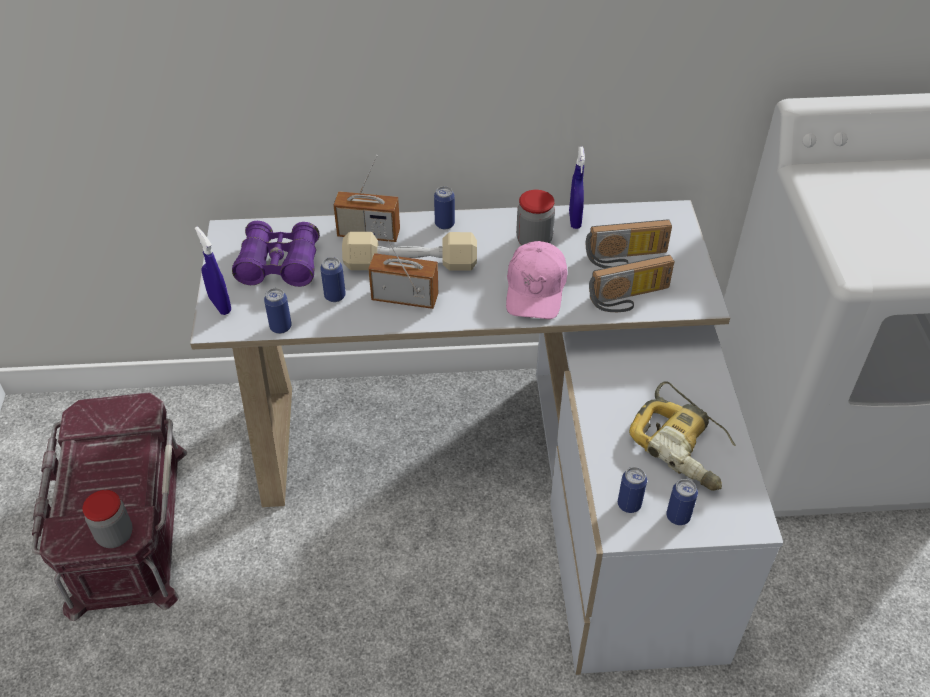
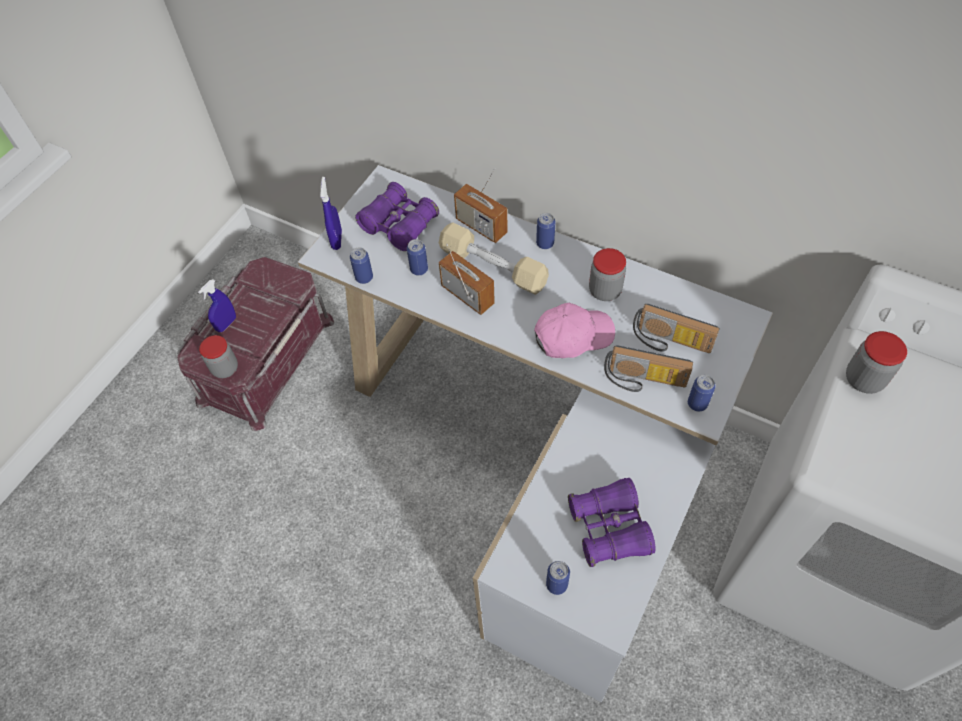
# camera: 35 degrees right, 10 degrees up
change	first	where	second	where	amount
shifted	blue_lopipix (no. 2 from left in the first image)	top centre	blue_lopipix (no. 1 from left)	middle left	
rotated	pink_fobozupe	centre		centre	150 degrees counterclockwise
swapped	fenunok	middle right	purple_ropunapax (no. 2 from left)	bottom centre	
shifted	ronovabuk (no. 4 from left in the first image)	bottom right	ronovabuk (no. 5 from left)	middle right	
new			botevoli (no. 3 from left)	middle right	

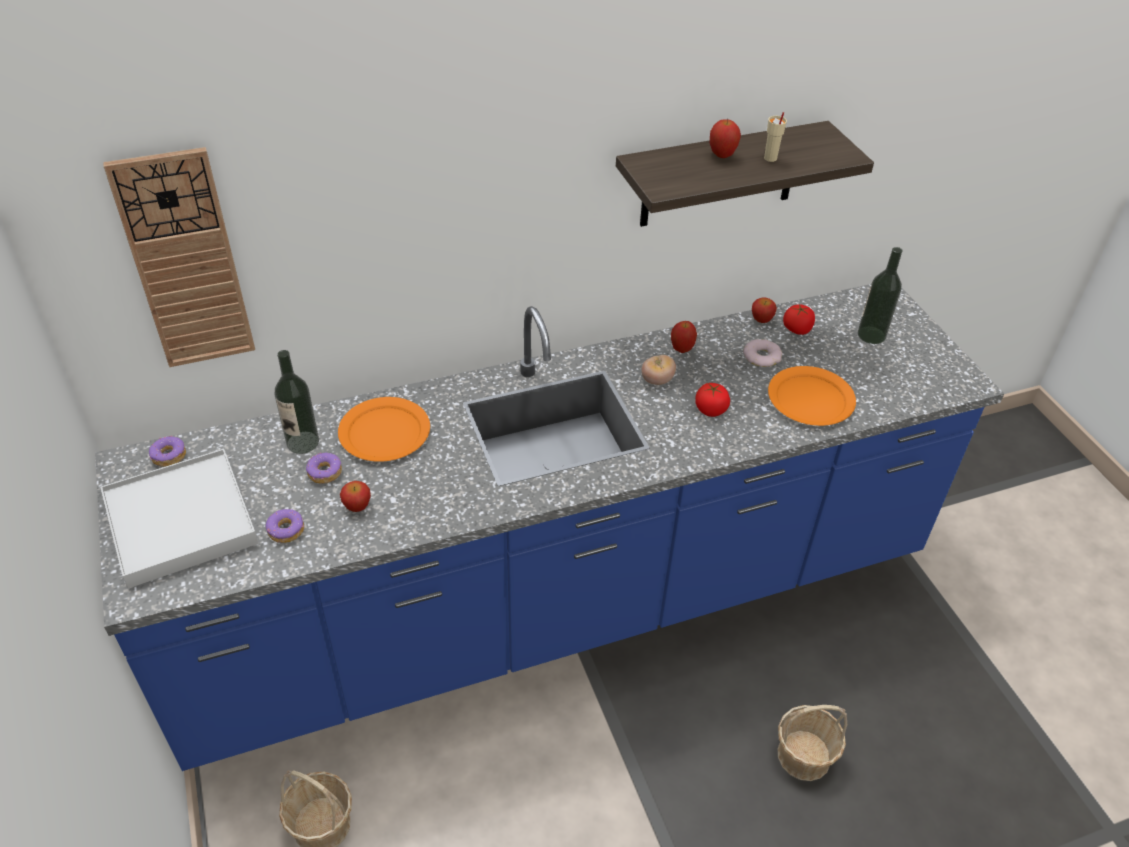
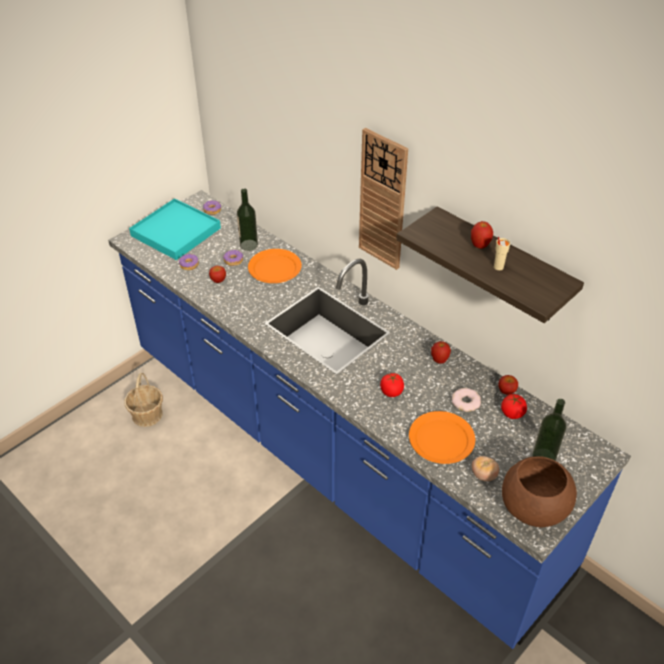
# camera: 65 degrees right, 0 degrees up
change	first	where	second	where	amount
shifted	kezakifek	top left		top centre	
shifted	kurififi (no. 1 from left in the first image)	centre	kurififi (no. 2 from left)	bottom right	
repainted	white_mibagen	middle left	turquoise_mibagen	middle left	
gone	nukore (no. 2 from left)	bottom right			
new			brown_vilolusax	bottom right	

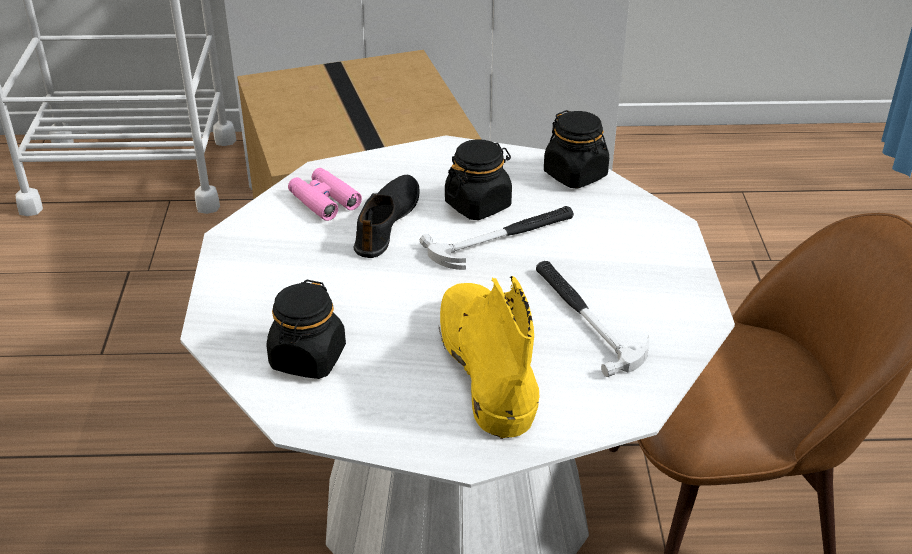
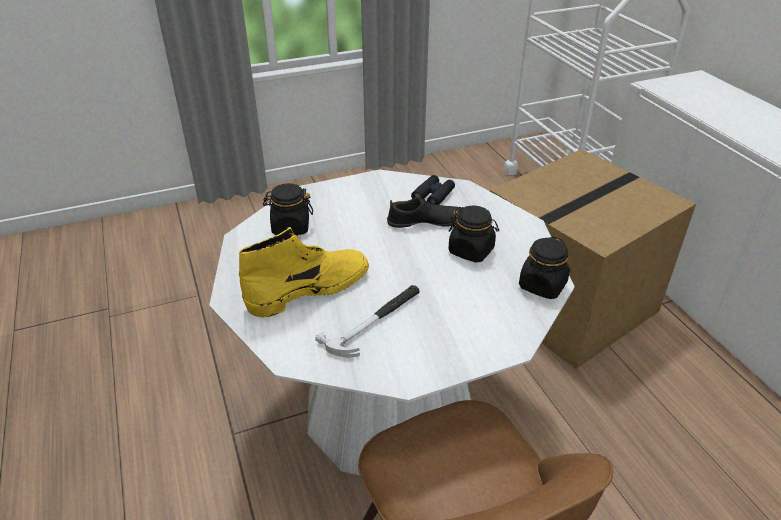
# camera: 70 degrees right, 0 degrees up
change	first	where	second	where	amount
repainted	pink_ropunapax	centre	black_ropunapax	centre	
gone	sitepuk (no. 1 from left)	centre			

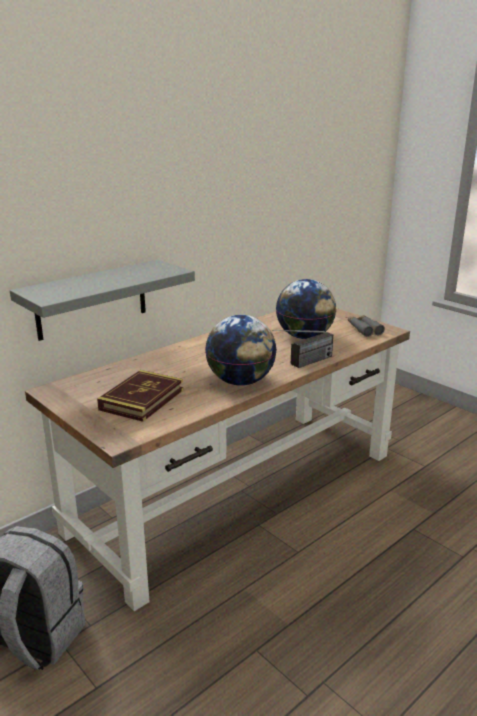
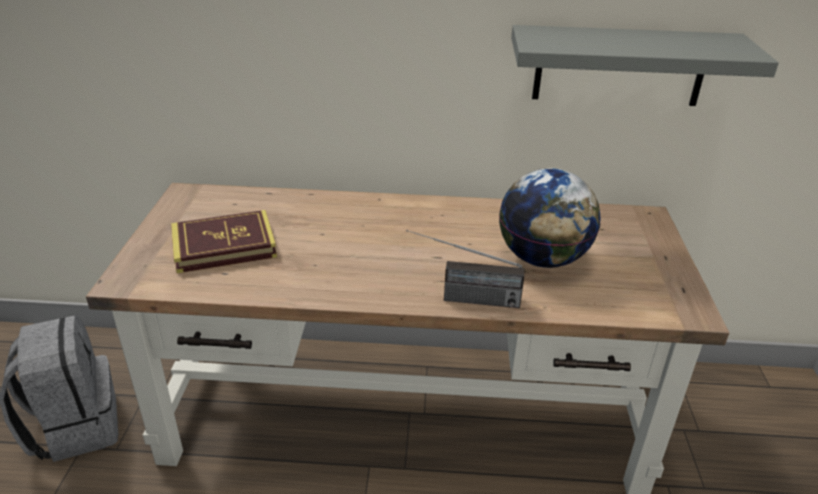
# camera: 45 degrees right, 10 degrees up
change	first	where	second	where	amount
shifted	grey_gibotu	middle left		top right	
gone	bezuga (no. 1 from left)	centre			
gone	grey_ropunapax	middle right			

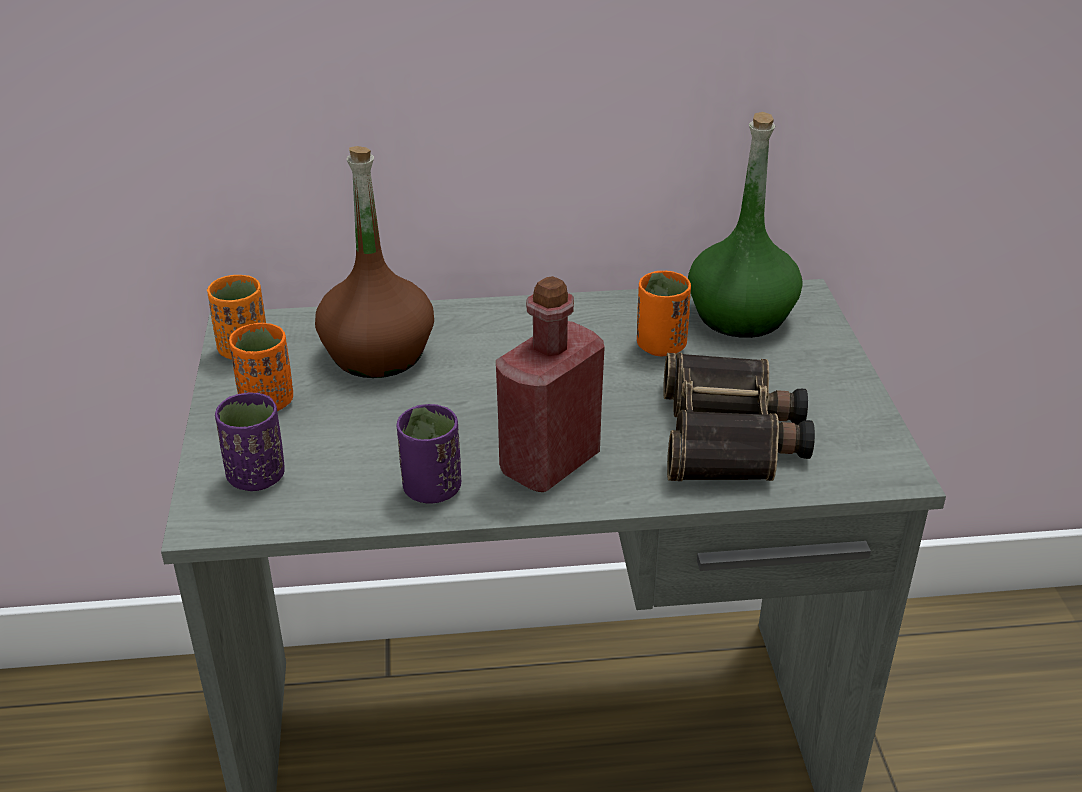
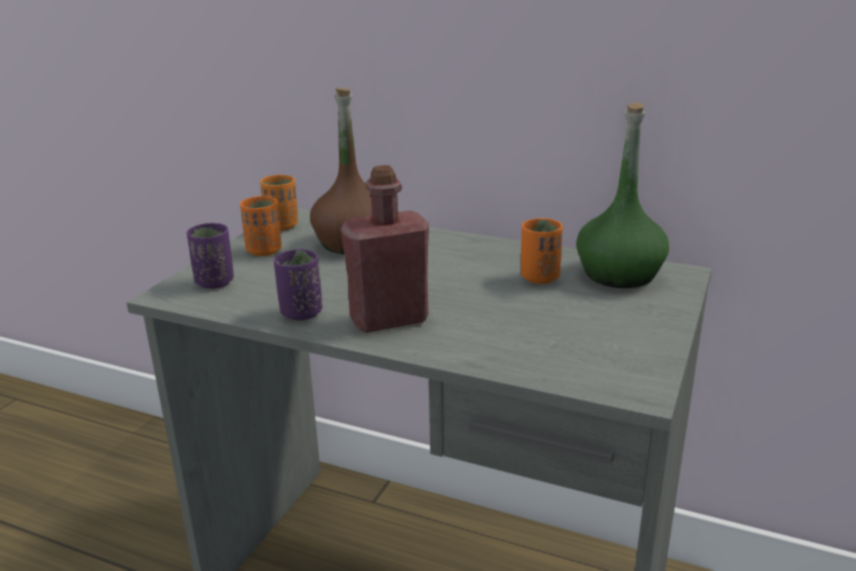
# camera: 30 degrees right, 10 degrees down
change	first	where	second	where	amount
gone	ropunapax	middle right			

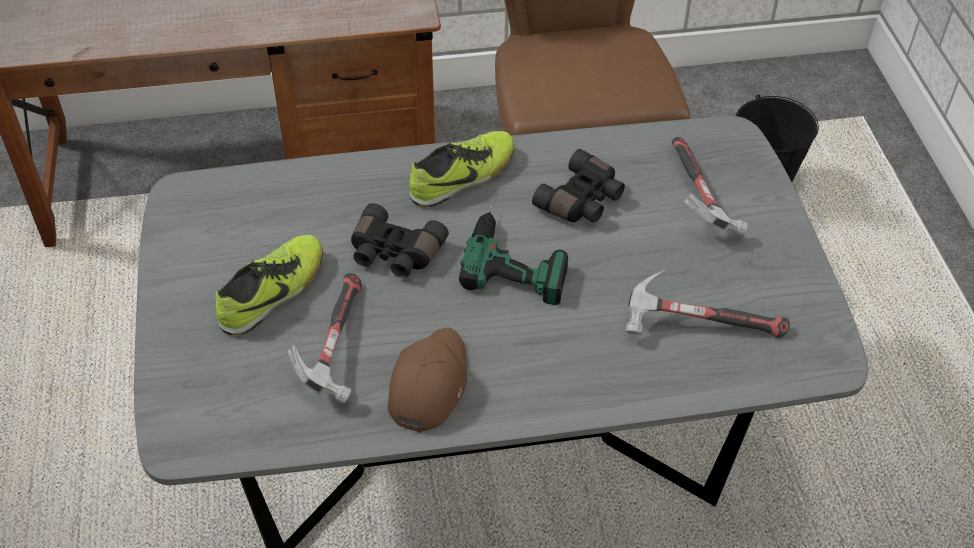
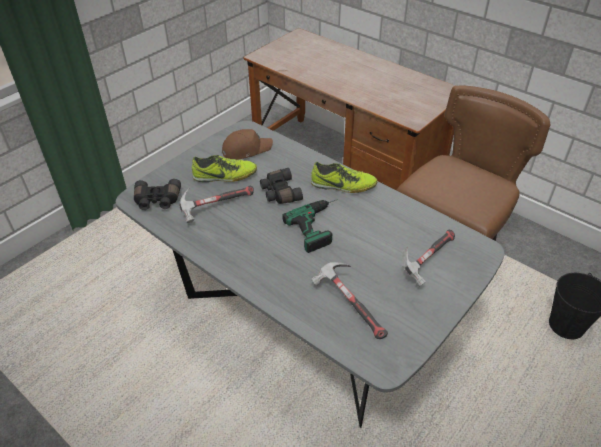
# camera: 50 degrees right, 5 degrees down
change	first	where	second	where	amount
shifted	black_ropunapax (no. 2 from left in the first image)	centre	black_ropunapax (no. 1 from left)	middle left	
shifted	brown_fobozupe	bottom centre		top centre	

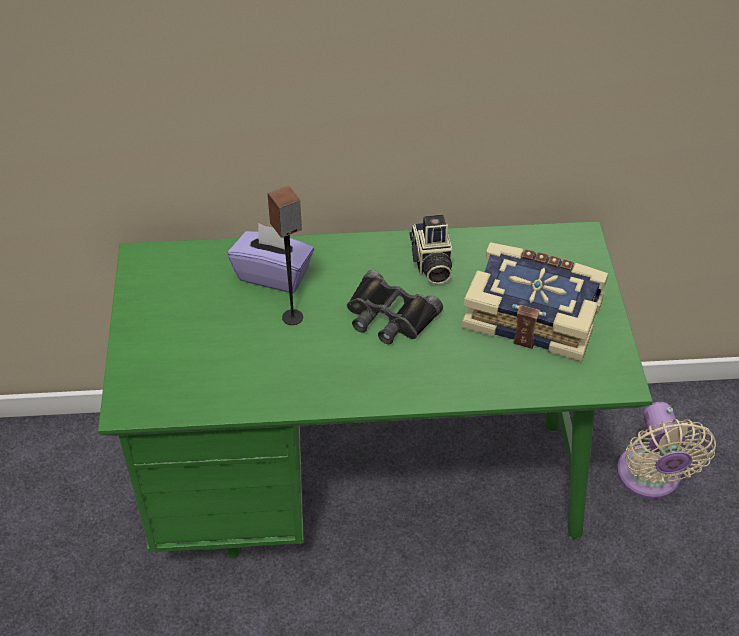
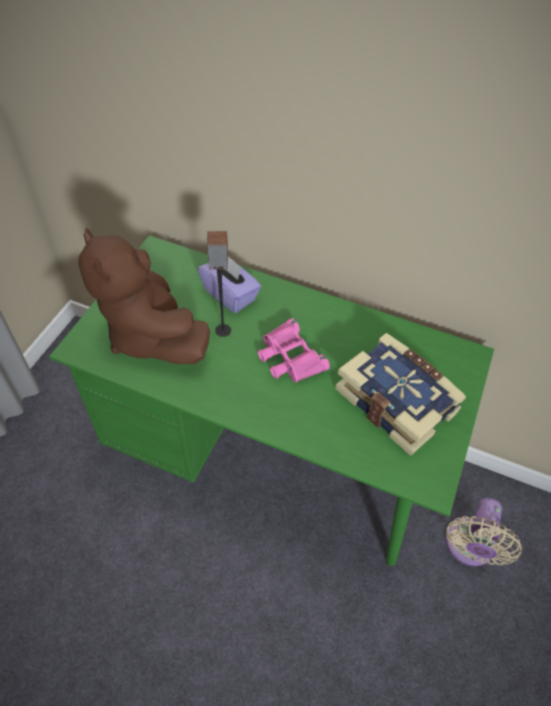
# camera: 25 degrees right, 5 degrees up
change	first	where	second	where	amount
gone	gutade	centre			
repainted	black_ropunapax	centre	pink_ropunapax	centre	
new			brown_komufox	middle left	

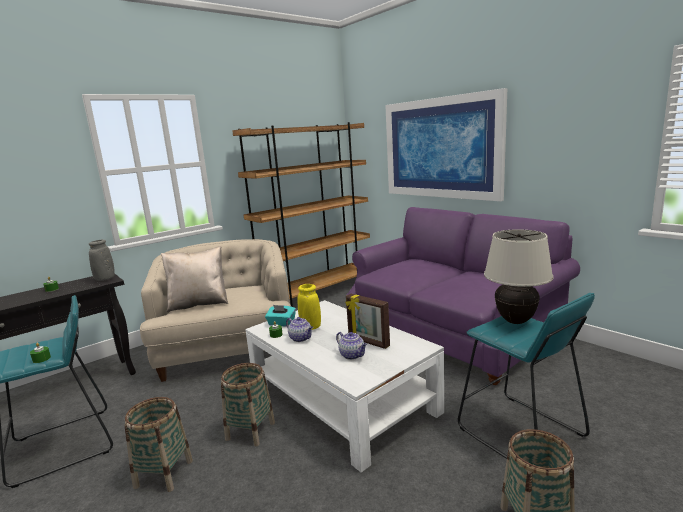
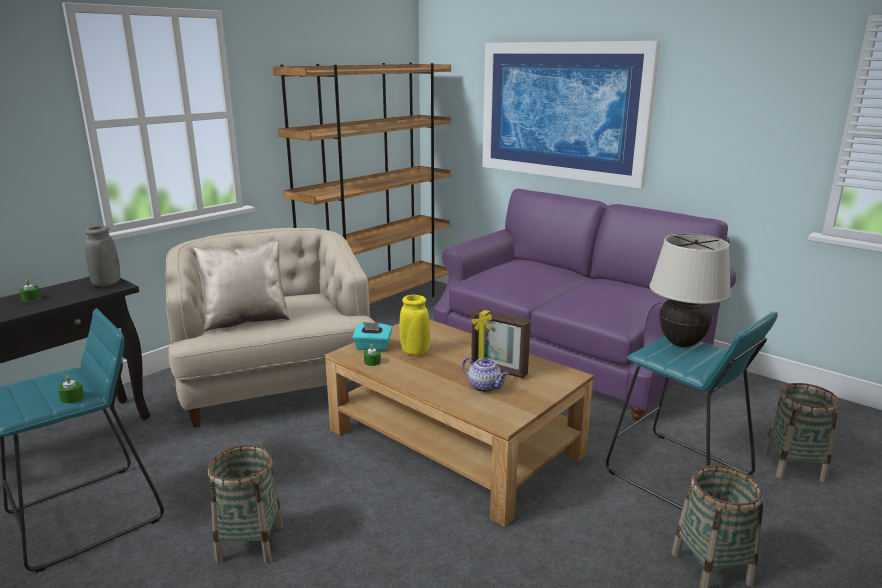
# camera: 10 degrees left, 5 degrees up
change	first	where	second	where	amount
repainted	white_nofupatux	bottom centre	brown_nofupatux	bottom centre	
gone	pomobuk (no. 1 from left)	centre			
shifted	nukore (no. 2 from left in the first image)	bottom centre	nukore (no. 3 from left)	bottom right	

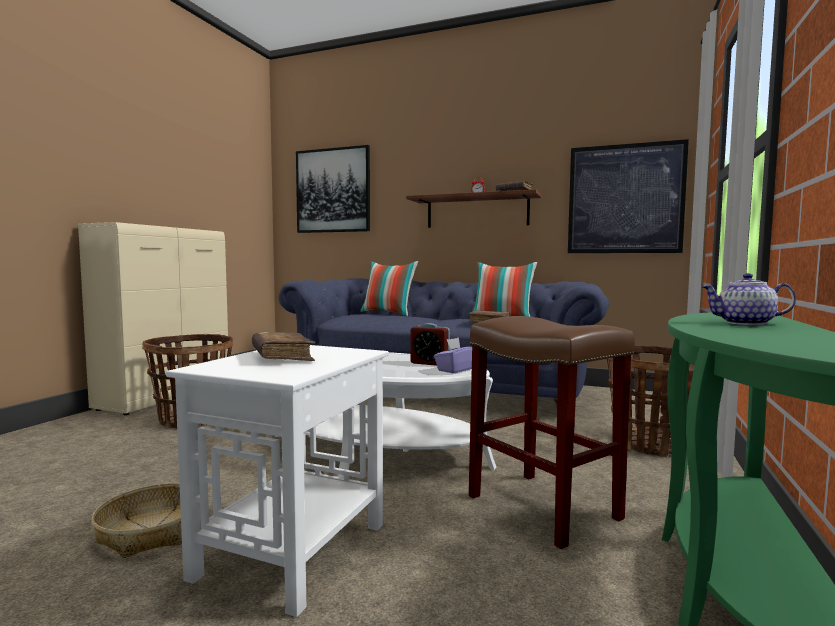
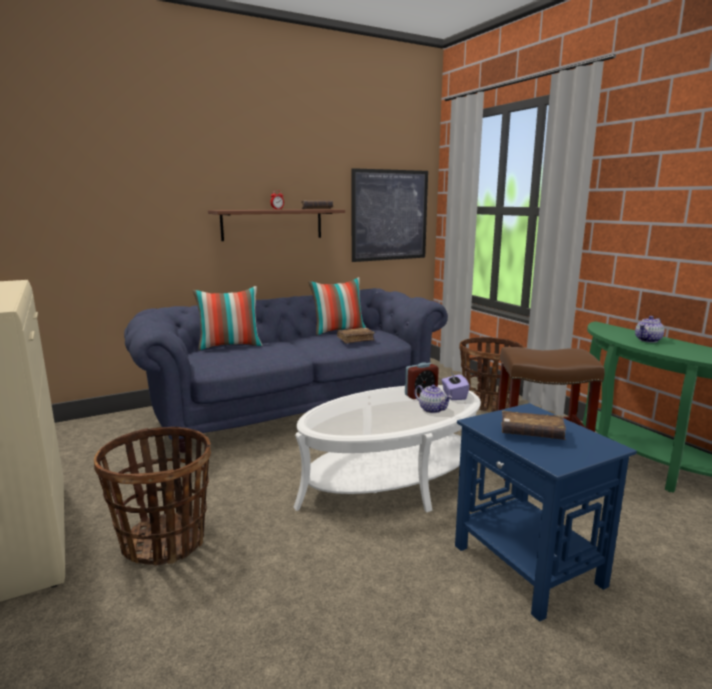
# camera: 50 degrees left, 10 degrees up
change	first	where	second	where	amount
gone	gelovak (no. 1 from left)	top centre			
repainted	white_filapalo	bottom left	blue_filapalo	bottom right	
gone	nukore (no. 1 from left)	bottom left			
new			pomobuk (no. 1 from left)	centre	

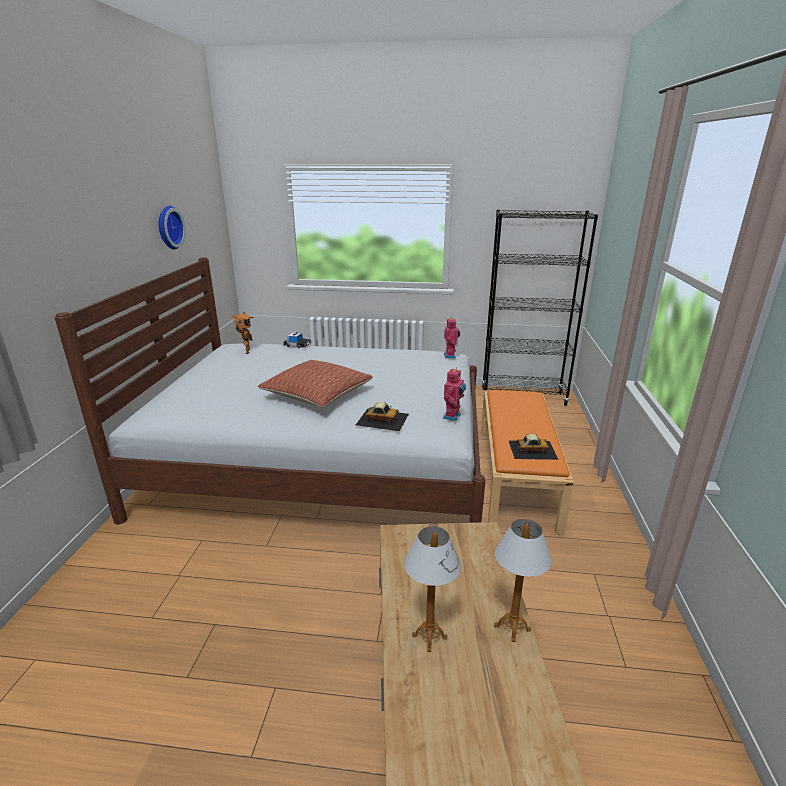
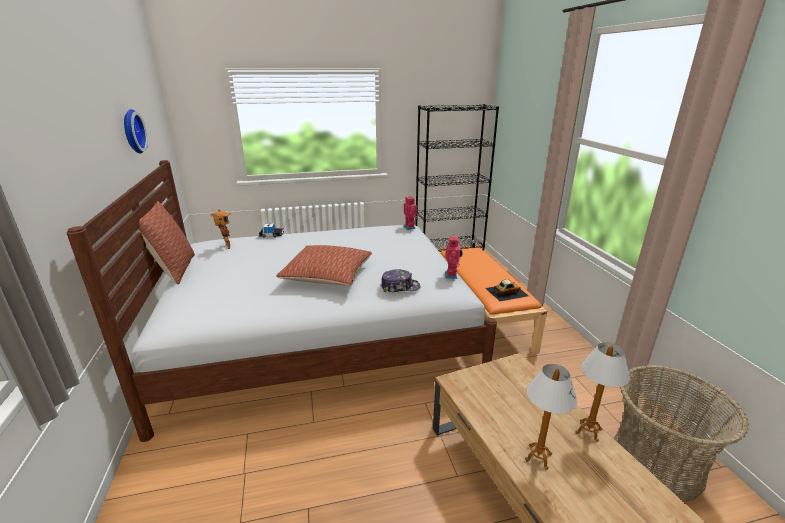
# camera: 20 degrees left, 0 degrees up
change	first	where	second	where	amount
swapped	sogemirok (no. 2 from left)	centre	fobozupe	centre	
new			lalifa (no. 1 from left)	middle left	
new			nukore	bottom right	

